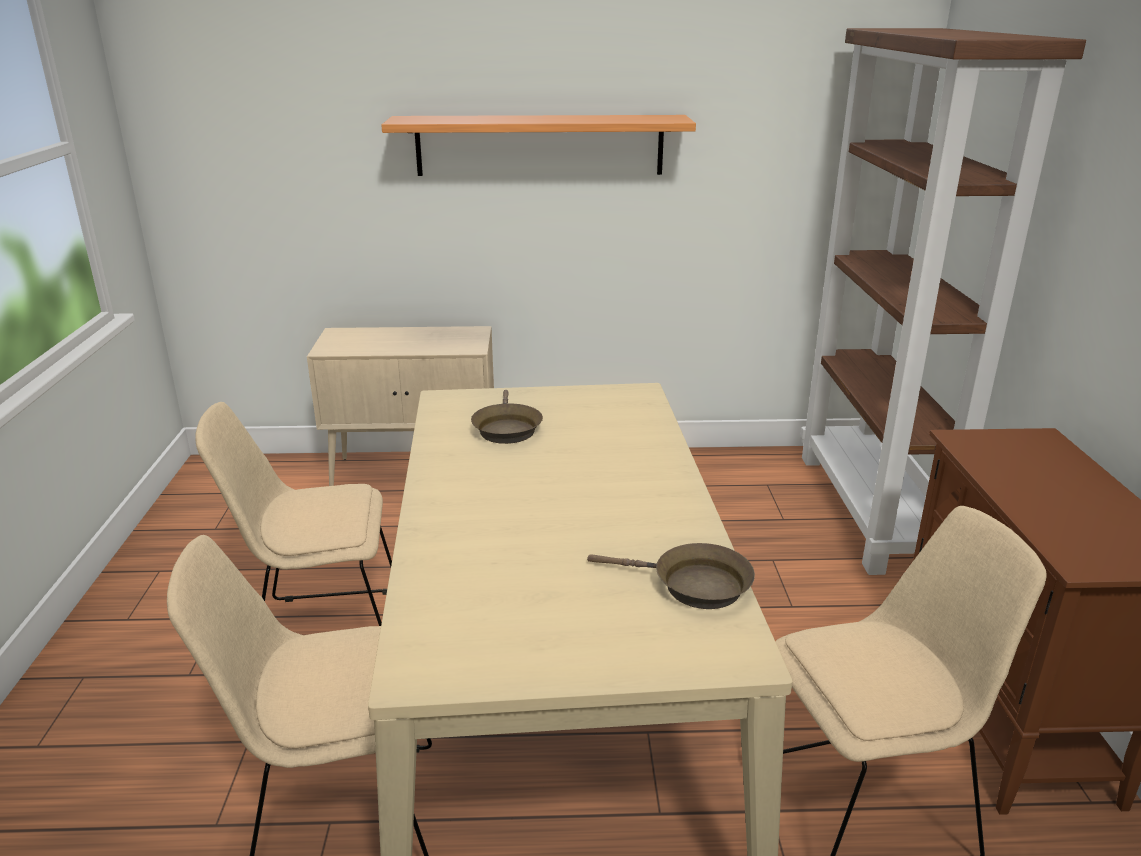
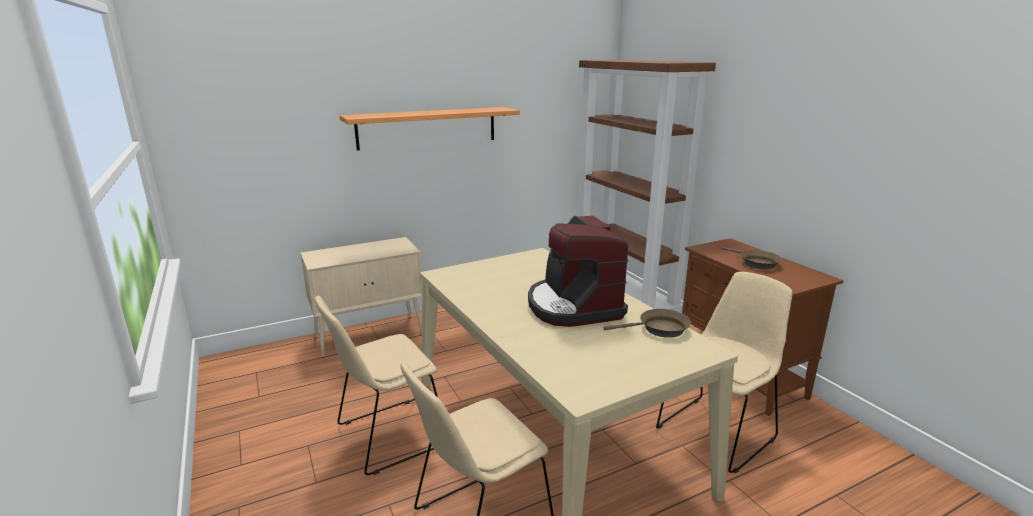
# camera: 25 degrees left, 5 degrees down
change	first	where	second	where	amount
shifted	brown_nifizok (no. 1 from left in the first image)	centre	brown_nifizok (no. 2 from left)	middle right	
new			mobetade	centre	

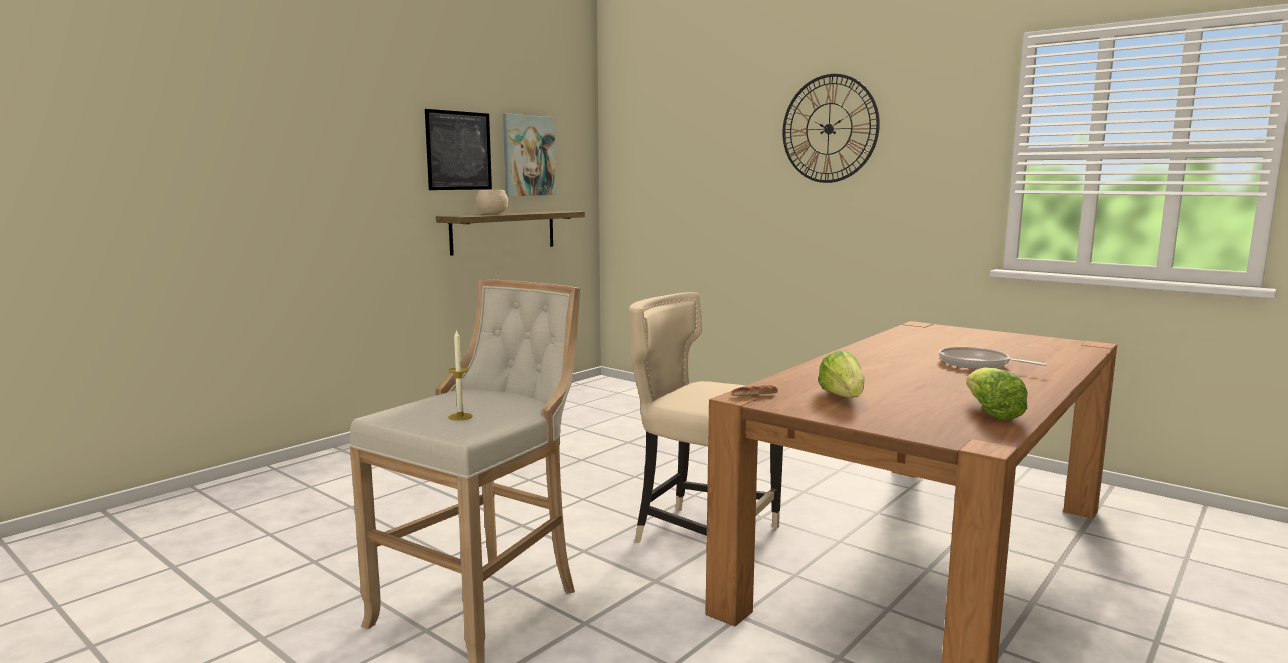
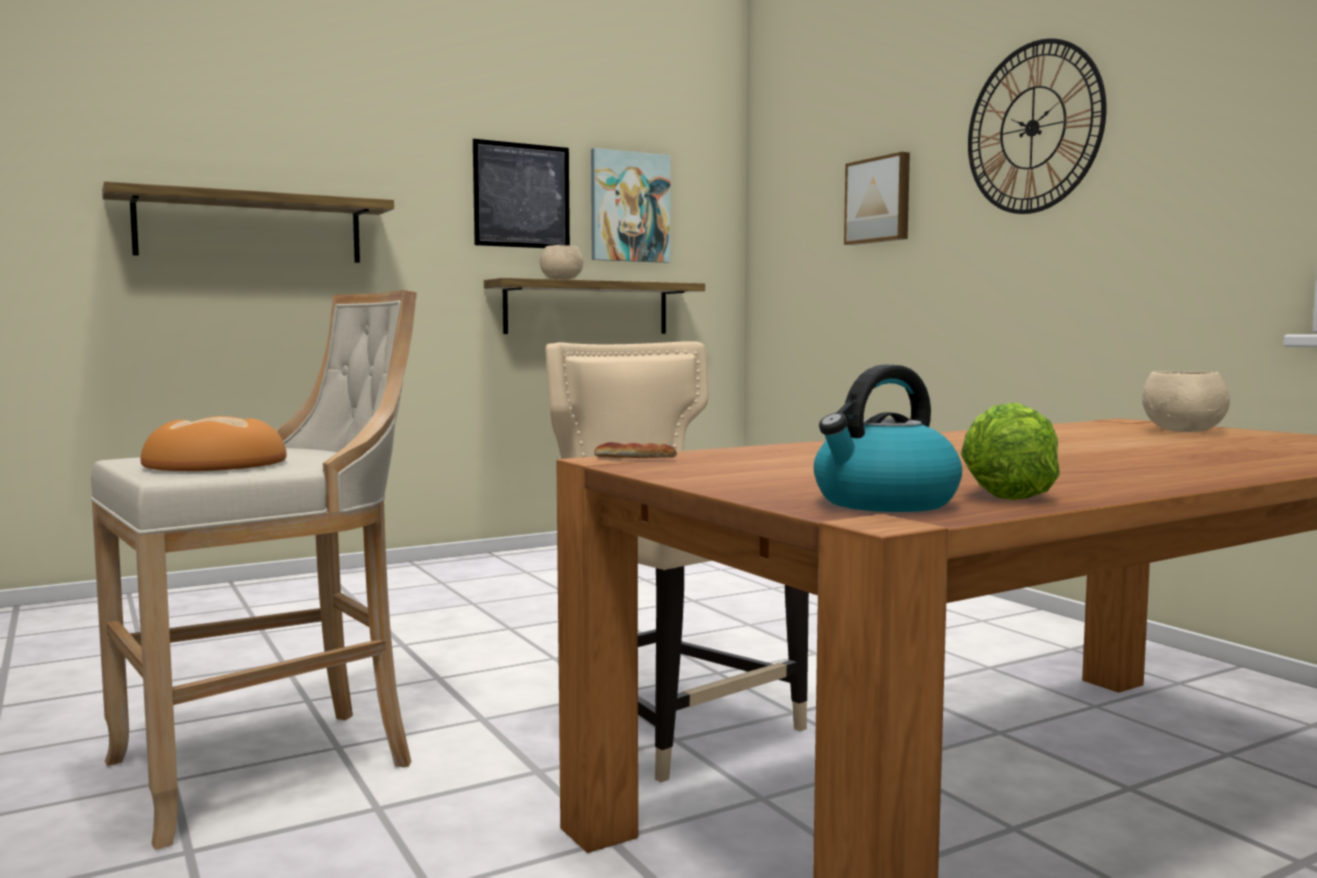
# camera: 20 degrees right, 5 degrees down
change	first	where	second	where	amount
swapped	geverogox	centre	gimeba (no. 1 from left)	middle left	
gone	nifizok	middle right			
gone	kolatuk (no. 1 from left)	centre			
new			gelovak (no. 3 from left)	top centre	
new			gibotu (no. 1 from left)	top left	
new			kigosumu	middle right	
new			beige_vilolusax (no. 2 from left)	middle right	

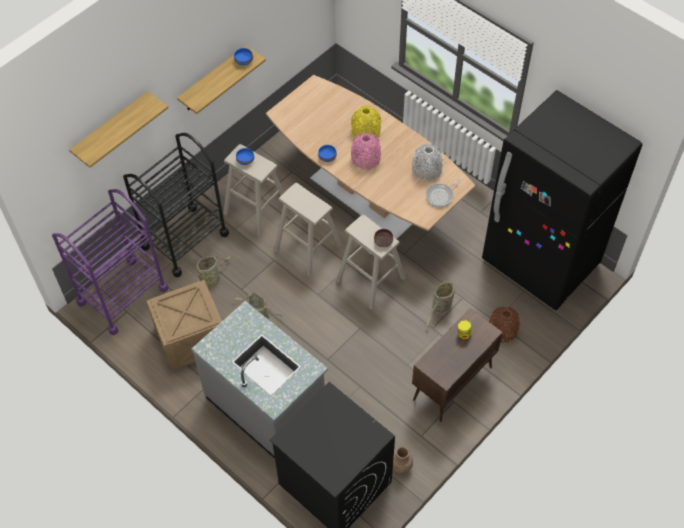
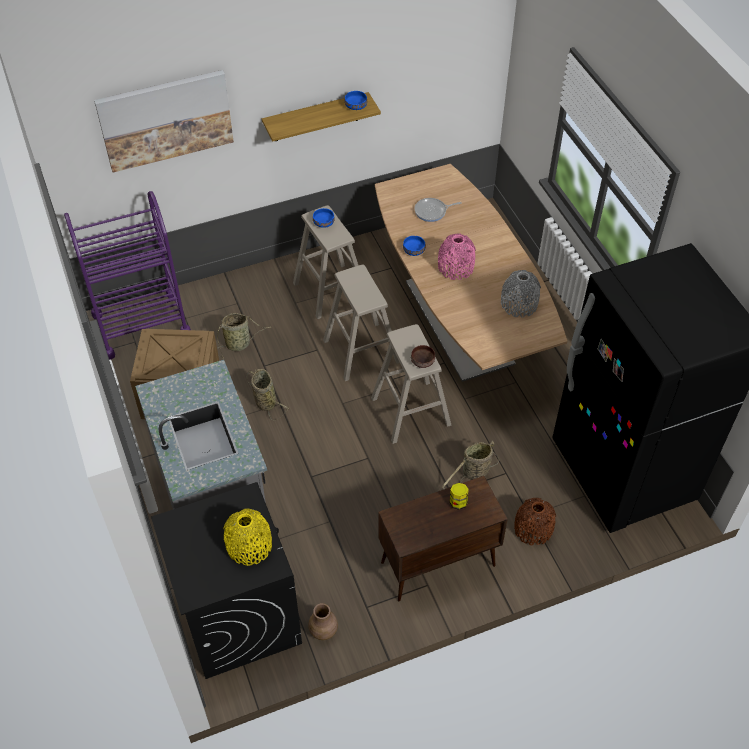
# camera: 25 degrees right, 5 degrees down
change	first	where	second	where	amount
swapped	gibotu (no. 1 from left)	top left	gelovak	top left	
shifted	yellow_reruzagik	top centre		bottom left	
gone	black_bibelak	middle left			
shifted	nifizok	centre		top centre	

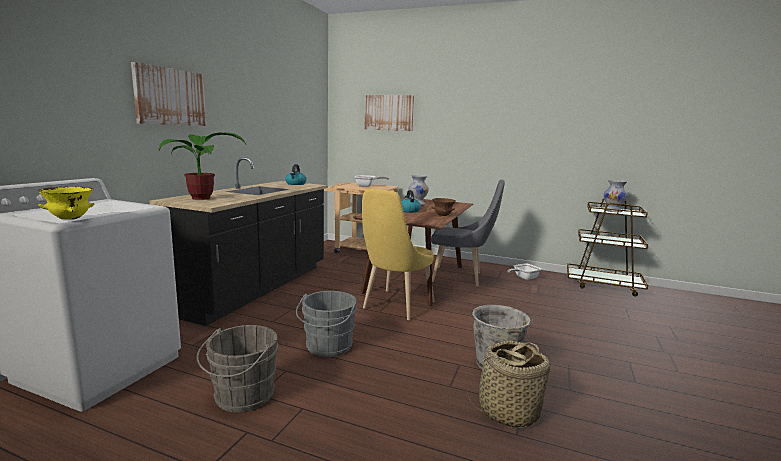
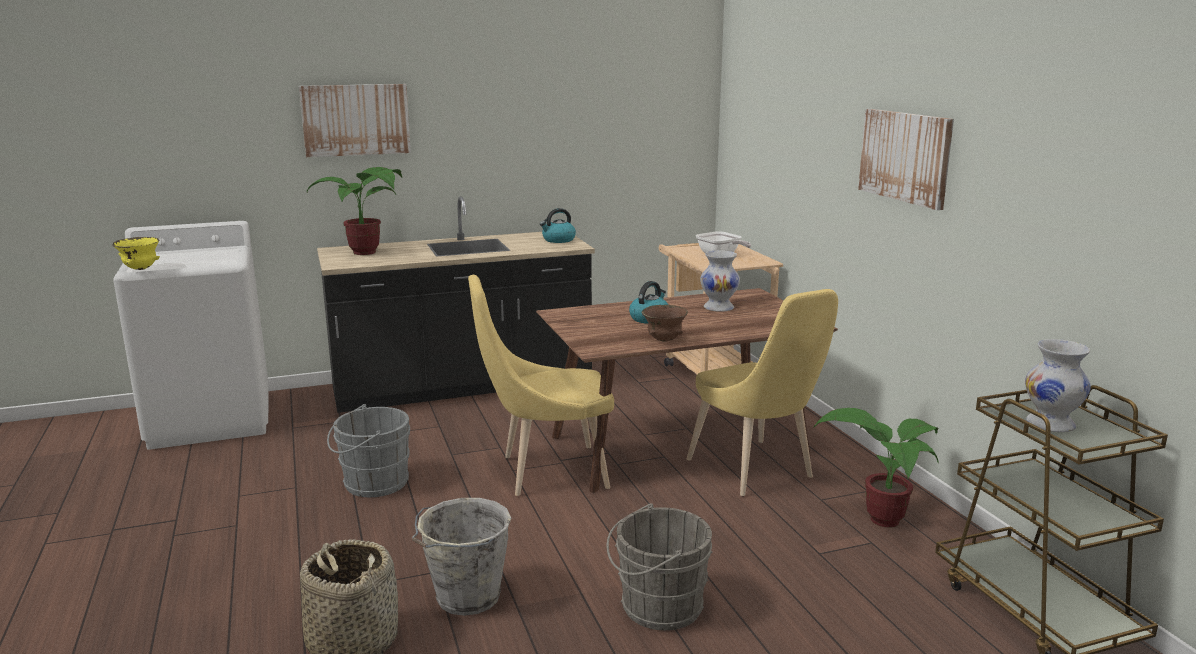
# camera: 50 degrees right, 5 degrees up
change	first	where	second	where	amount
shifted	gelovak (no. 2 from left)	top centre		top right	
repainted	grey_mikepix	centre	yellow_mikepix (no. 2 from left)	centre	
swapped	nifizok (no. 2 from left)	middle right	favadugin (no. 2 from left)	bottom right	
shifted	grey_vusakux (no. 1 from left in the first image)	bottom left	grey_vusakux (no. 3 from left)	bottom centre	

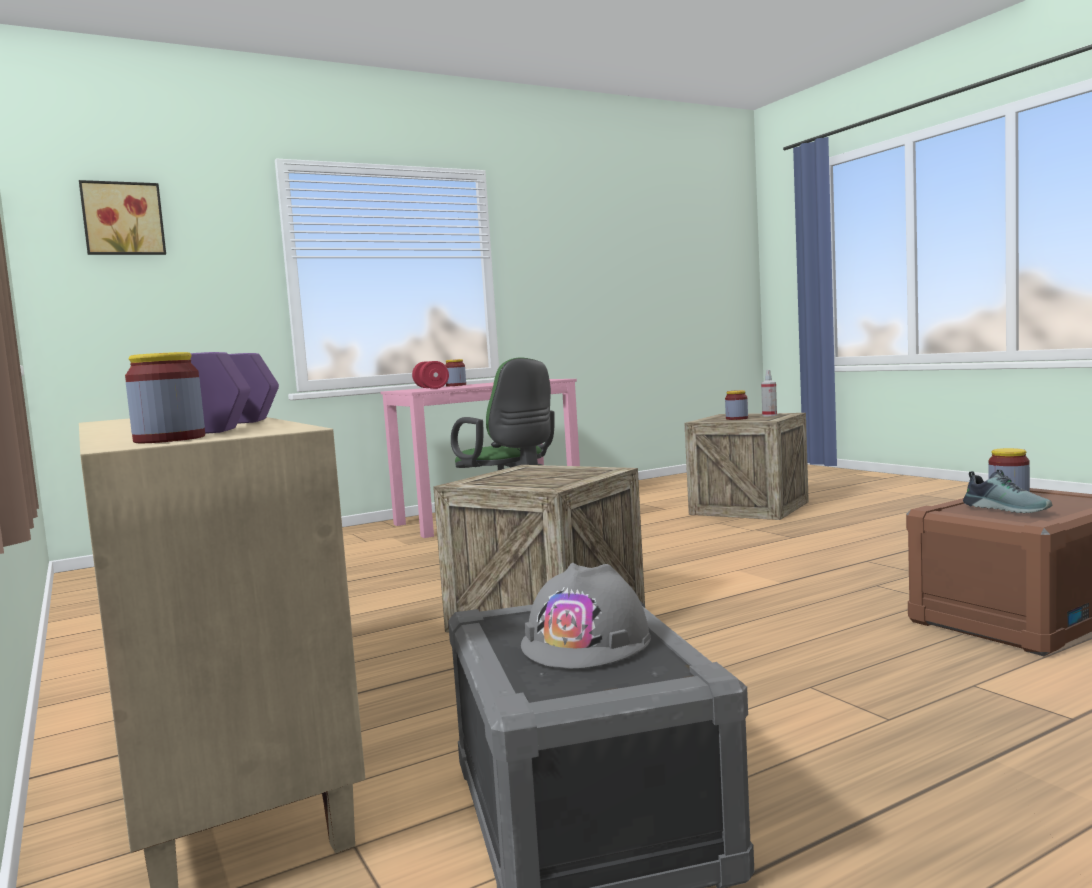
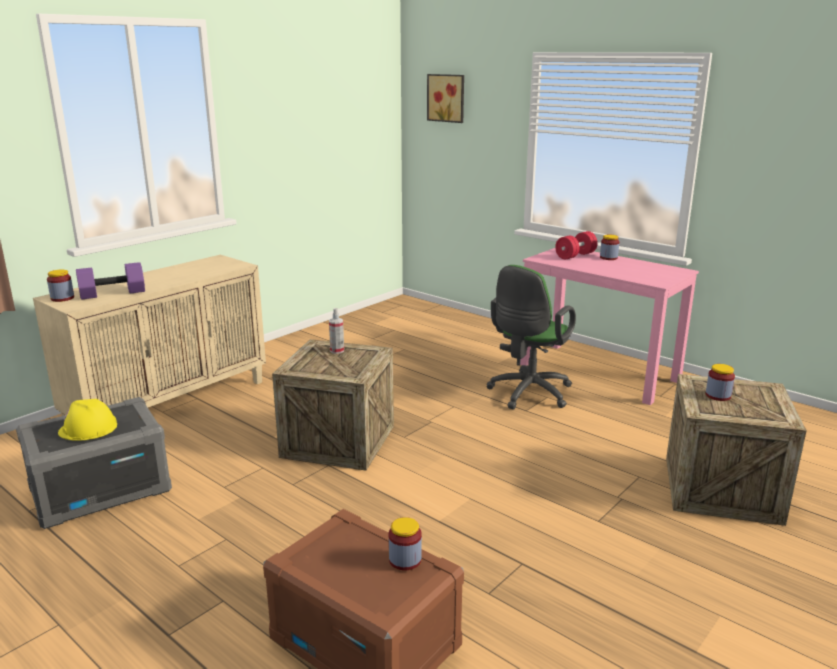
# camera: 70 degrees right, 15 degrees up
change	first	where	second	where	amount
shifted	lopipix	middle right		centre	
gone	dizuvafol	middle right			
repainted	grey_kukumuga	bottom centre	yellow_kukumuga	middle left	

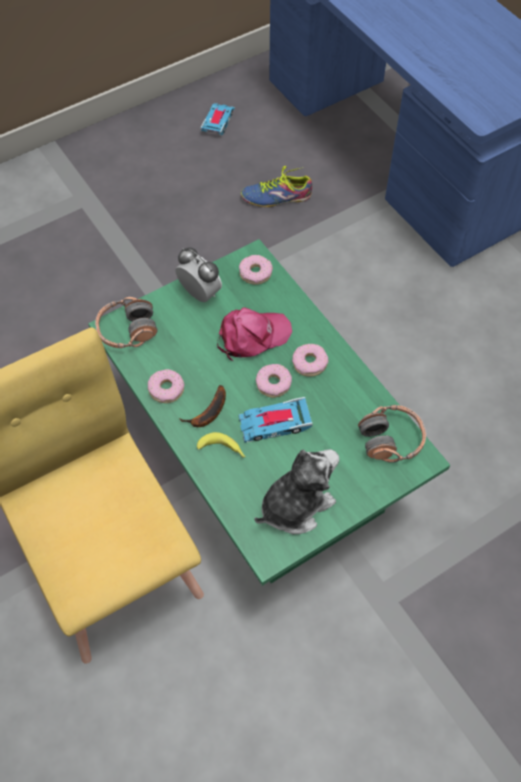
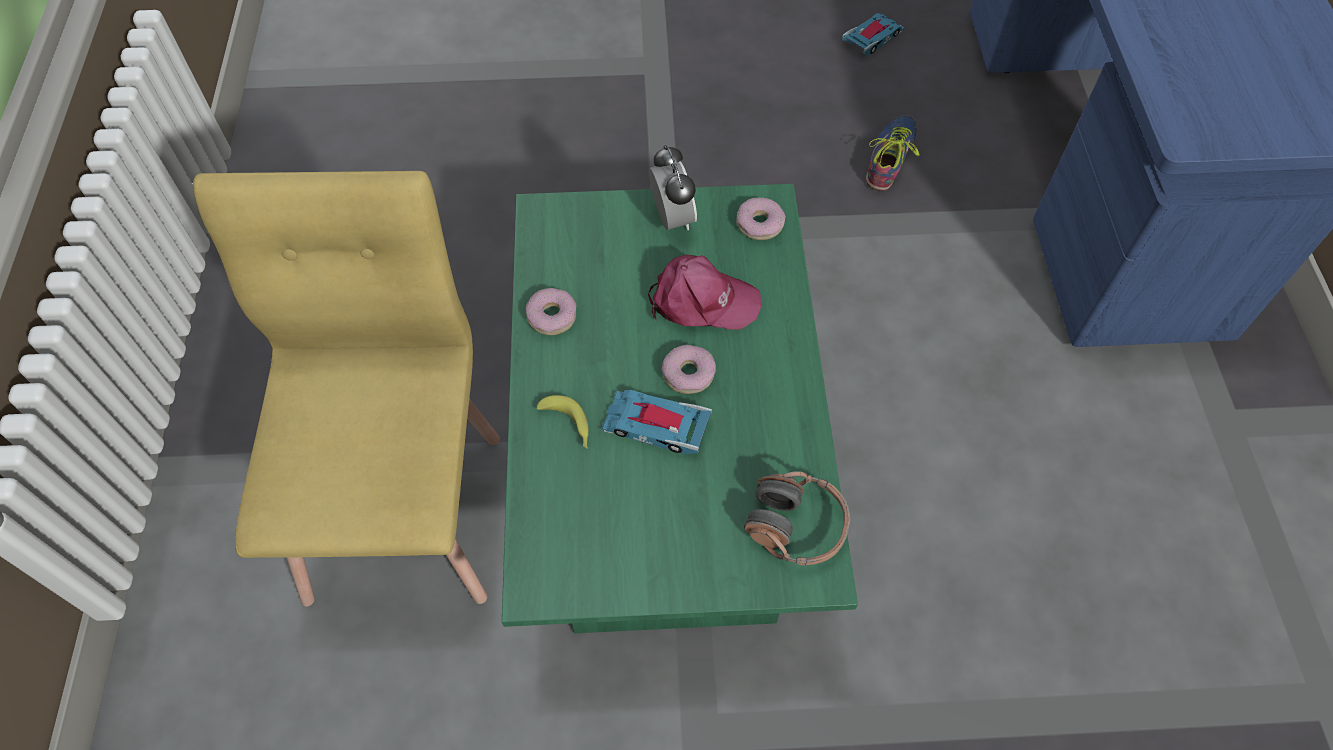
# camera: 30 degrees right, 0 degrees up
change	first	where	second	where	amount
rotated	dizuvafol	top centre		top right	90 degrees clockwise
gone	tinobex (no. 1 from left)	middle left			
gone	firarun (no. 4 from left)	centre			
gone	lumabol (no. 1 from left)	centre			
gone	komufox	centre			

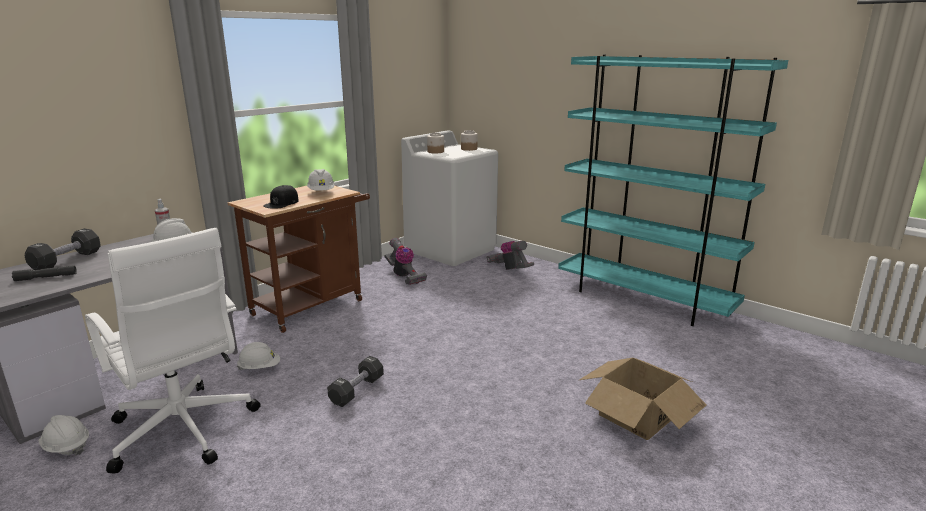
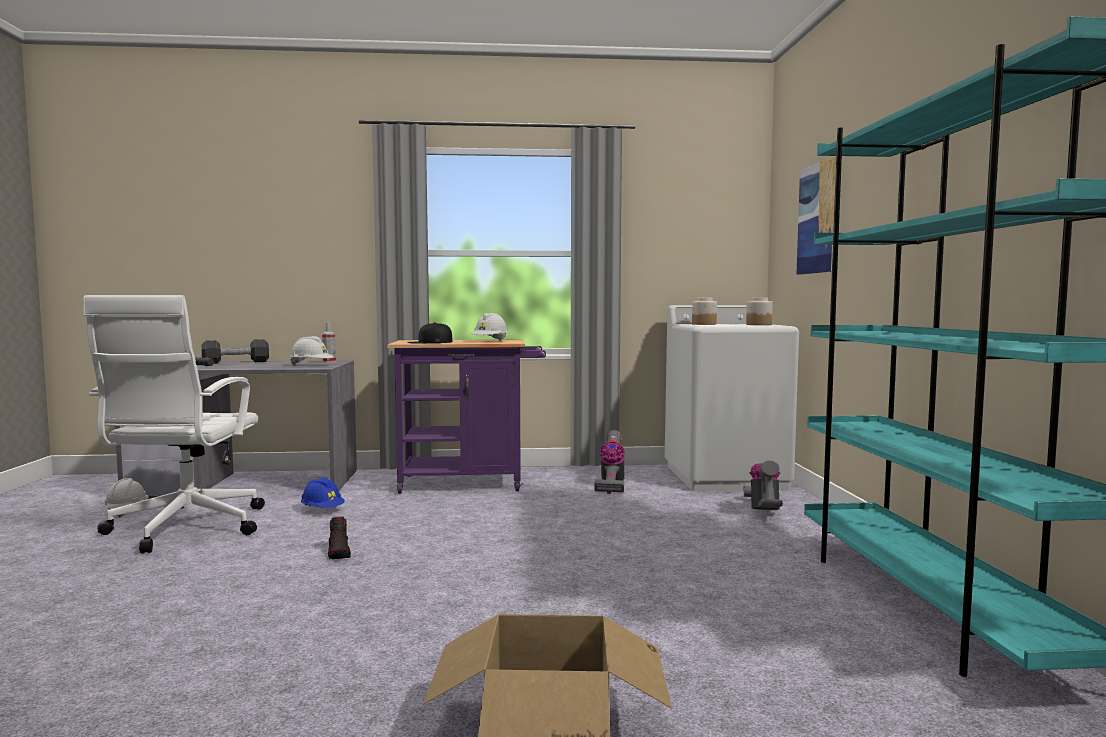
# camera: 45 degrees right, 15 degrees down
change	first	where	second	where	amount
repainted	brown_bibelak	middle left	purple_bibelak	centre	
repainted	white_kukumuga (no. 3 from left)	bottom left	blue_kukumuga	bottom left	
swapped	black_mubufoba (no. 2 from left)	bottom centre	dizuvafol	bottom left	
new			gelovak	top right	

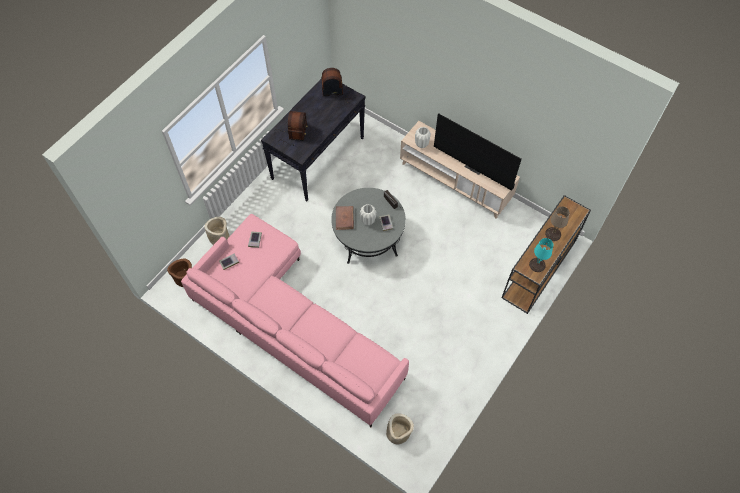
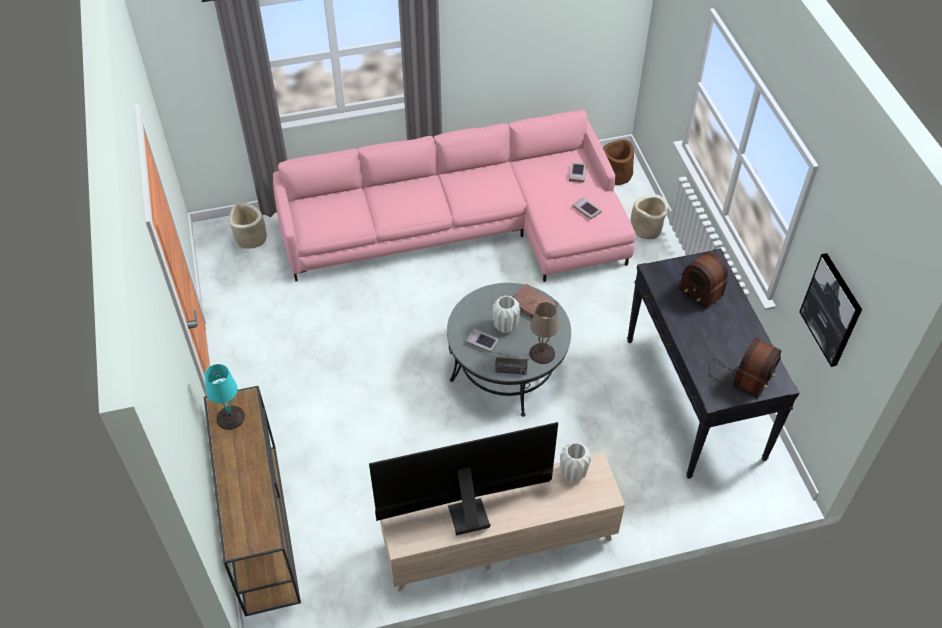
# camera: 130 degrees right, 10 degrees down
change	first	where	second	where	amount
shifted	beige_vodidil	middle right		centre	
new			gelovak	middle right	

